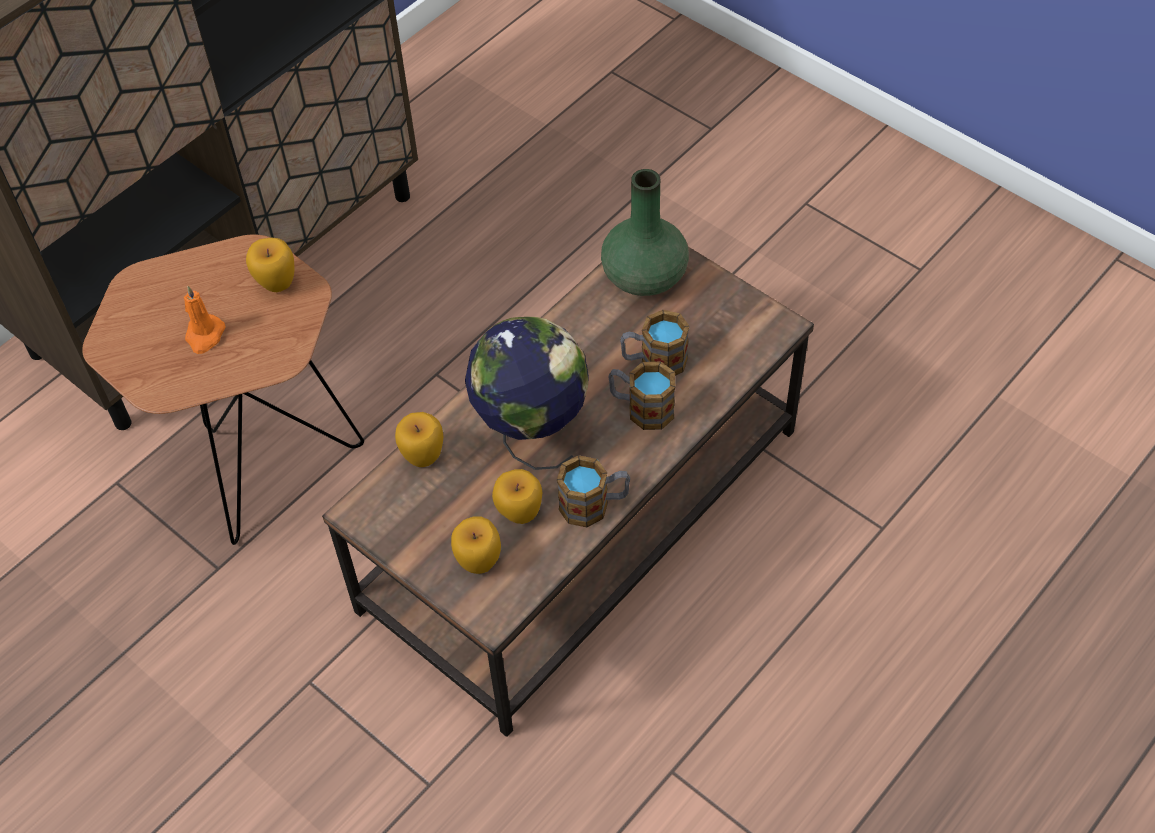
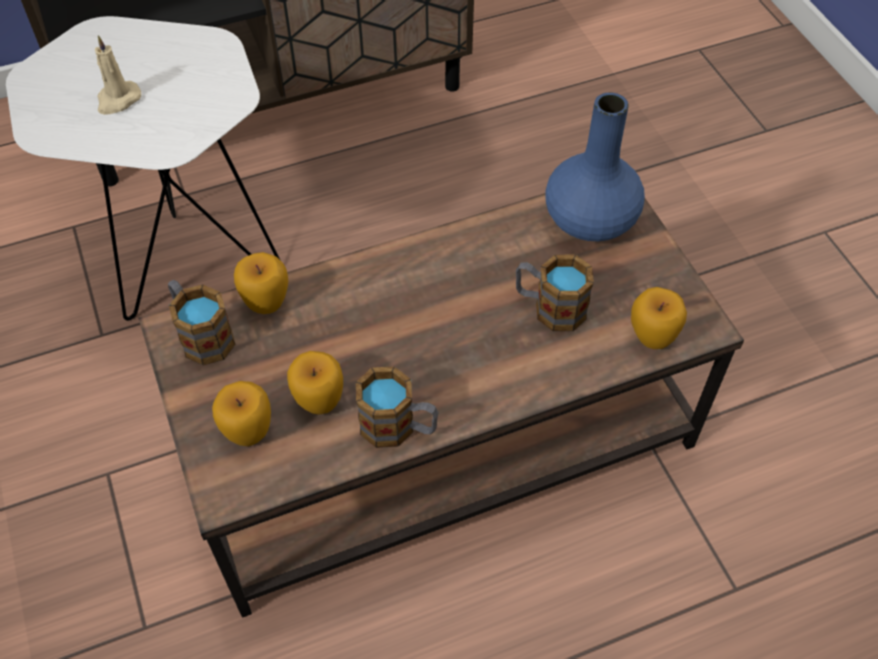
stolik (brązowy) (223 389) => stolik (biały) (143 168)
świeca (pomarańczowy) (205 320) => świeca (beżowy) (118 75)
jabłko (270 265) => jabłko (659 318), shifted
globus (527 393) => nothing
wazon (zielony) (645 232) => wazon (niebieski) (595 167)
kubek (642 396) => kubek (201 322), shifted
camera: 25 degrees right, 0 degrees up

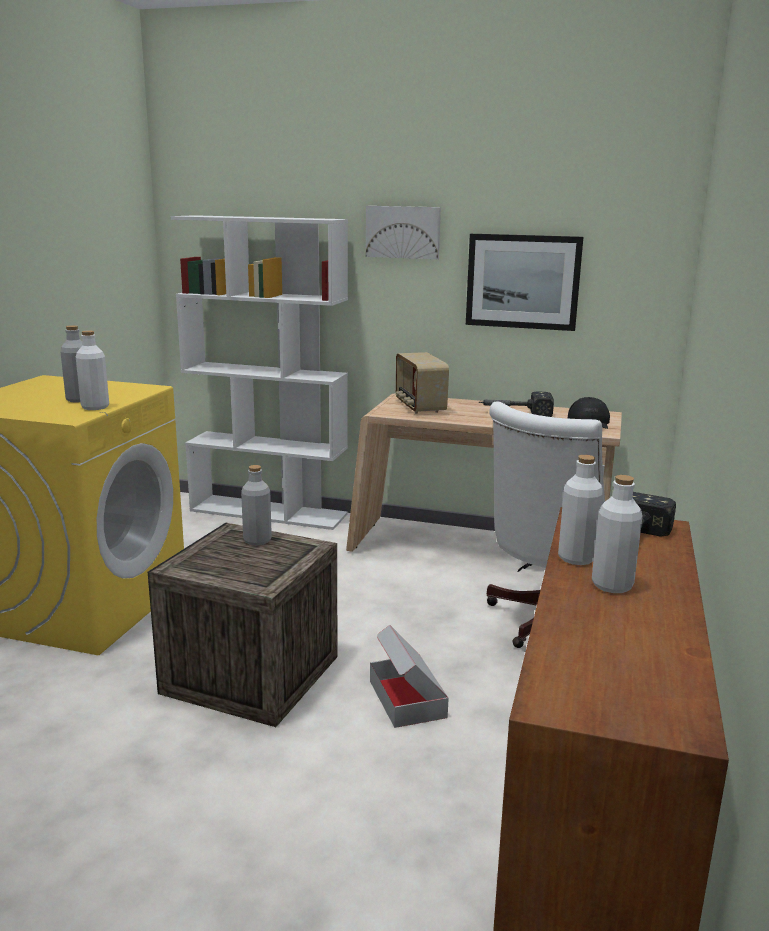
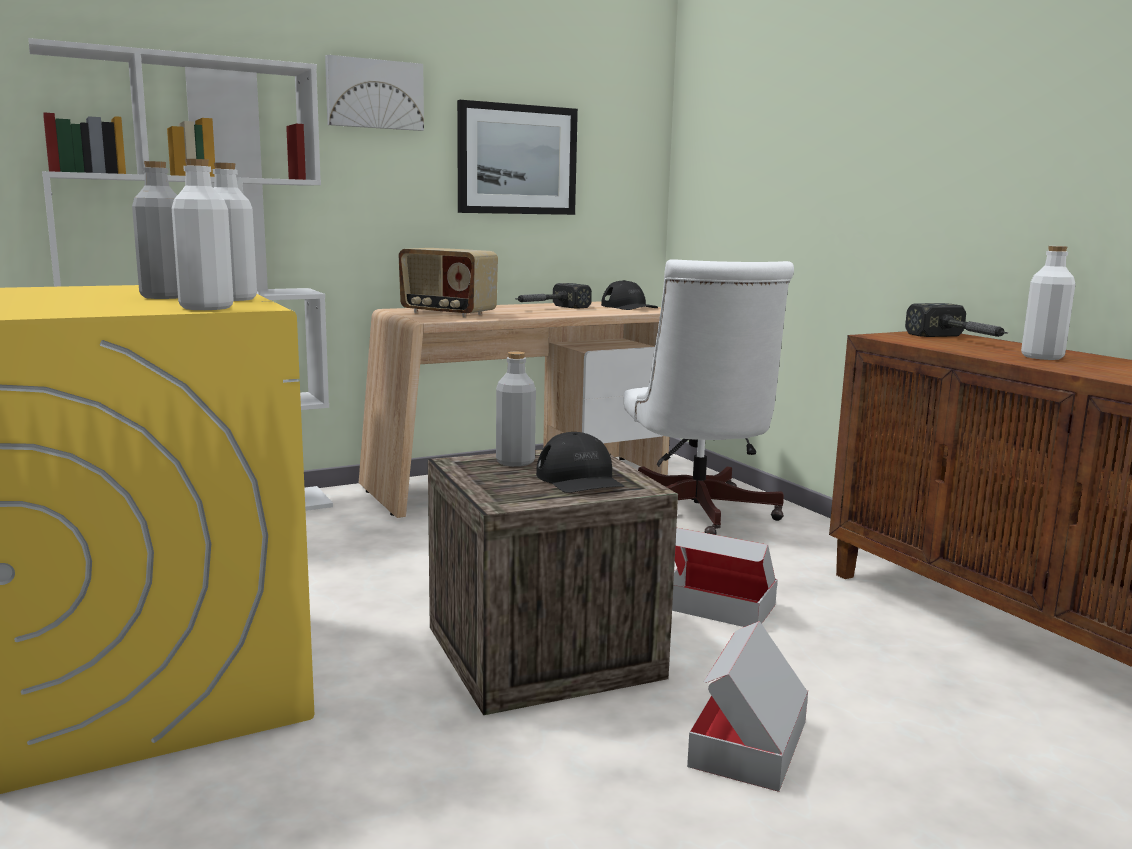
butelka (biały) (580 510) => butelka (biały) (203 234), shifted
nothing => czapka z daszkiem (czarny) (580 462)
nothing => karton (747 706)
camera: 45 degrees left, 5 degrees down

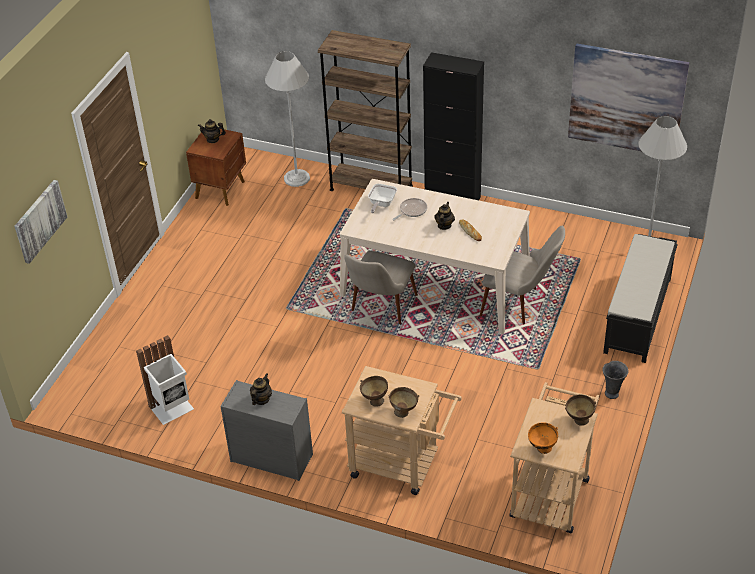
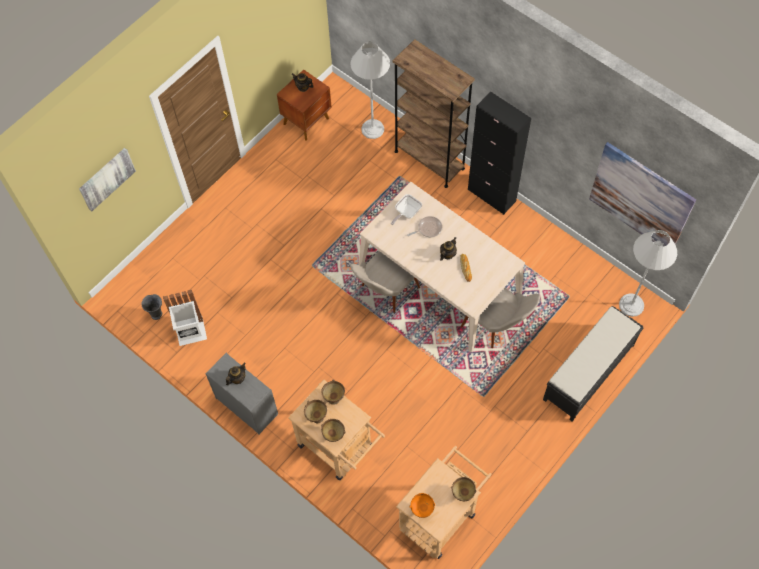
wazon (szary) (615 380) => wazon (szary) (151 307), shifted
nothing => miska (brązowy) (333 392)
camera: 20 degrees right, 20 degrees up

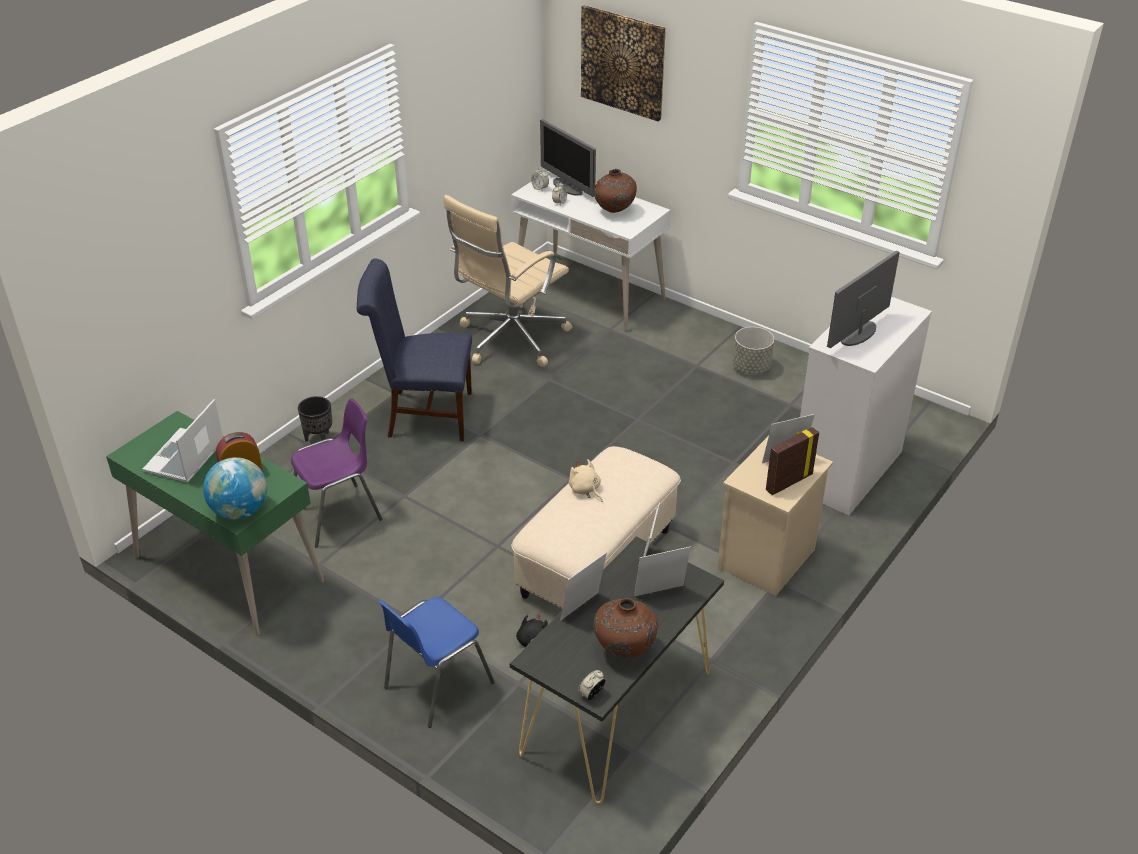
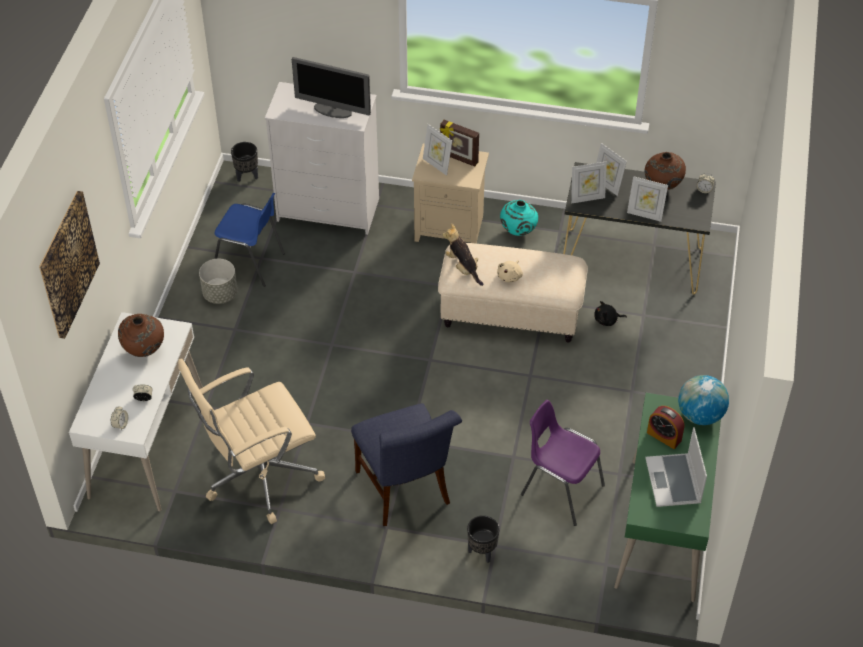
laptop (182 441) => laptop (676 467), 90 degrees clockwise
krzesło (niebieski) (436 662) => krzesło (niebieski) (249 240), shifted
krzesło biurowe (beżowy) (507 281) => krzesło biurowe (beżowy) (251 441), 135 degrees clockwise
monitor (568 158) => nothing
nothing => donica (czarny) (244 162)
nothing => pluszak (463 254)
nothing => wazon (turkusowy) (519 218)
camera: 115 degrees left, 10 degrees up

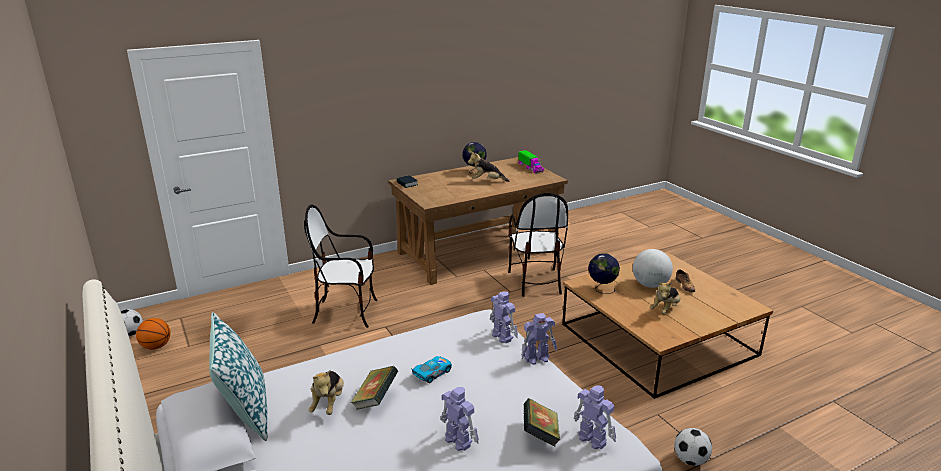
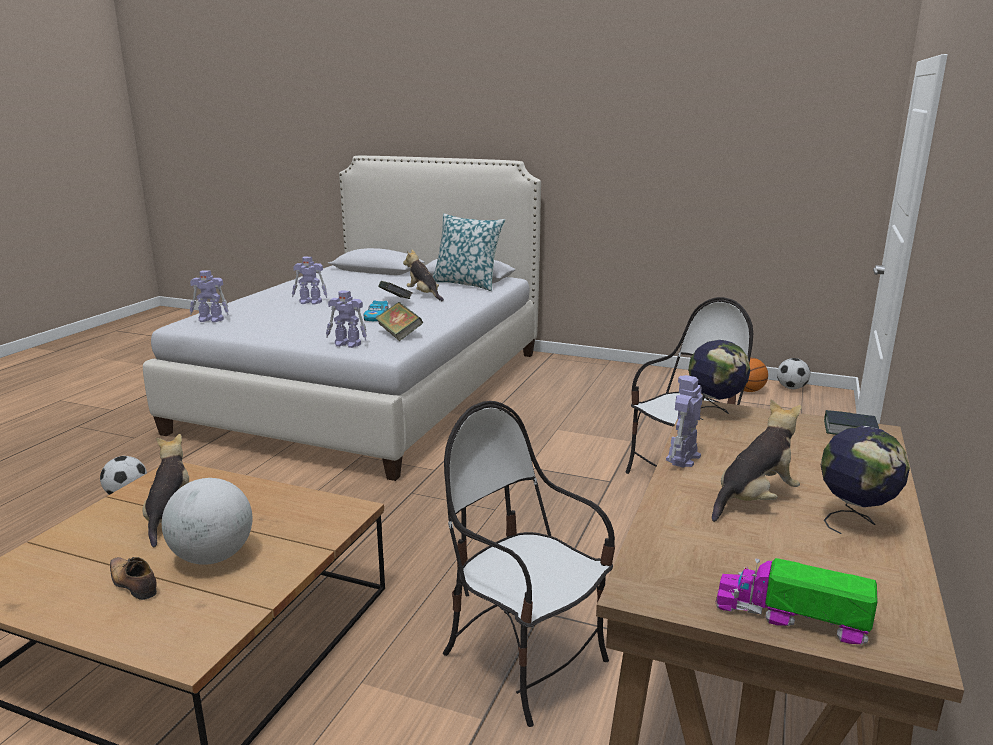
robot zabawkowy (539 339) => robot zabawkowy (684 421), shifted
książka (542 422) => książka (399 321), shifted
globus (604 273) => globus (719 380), shifted
camera: 140 degrees right, 5 degrees down

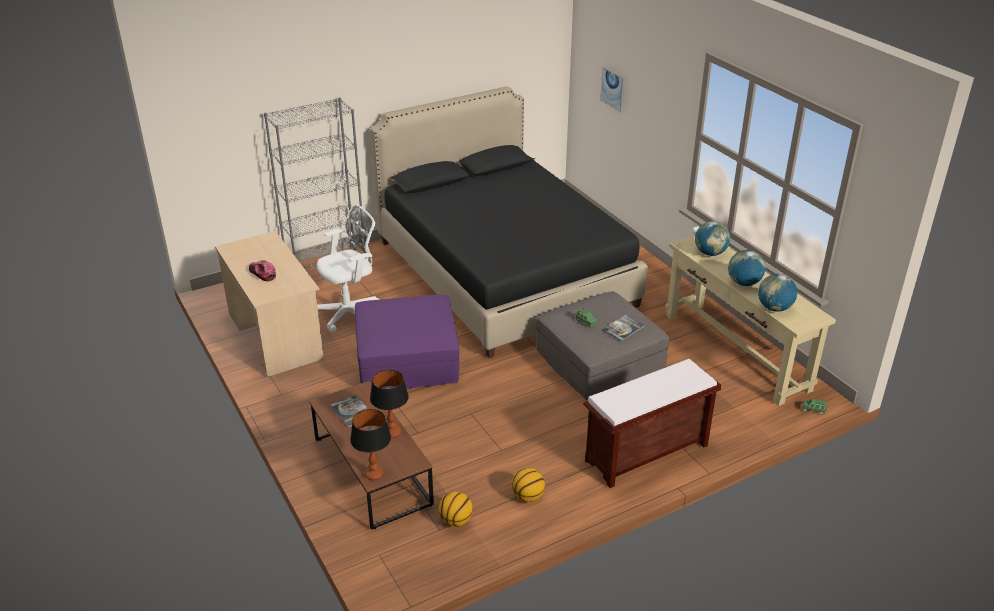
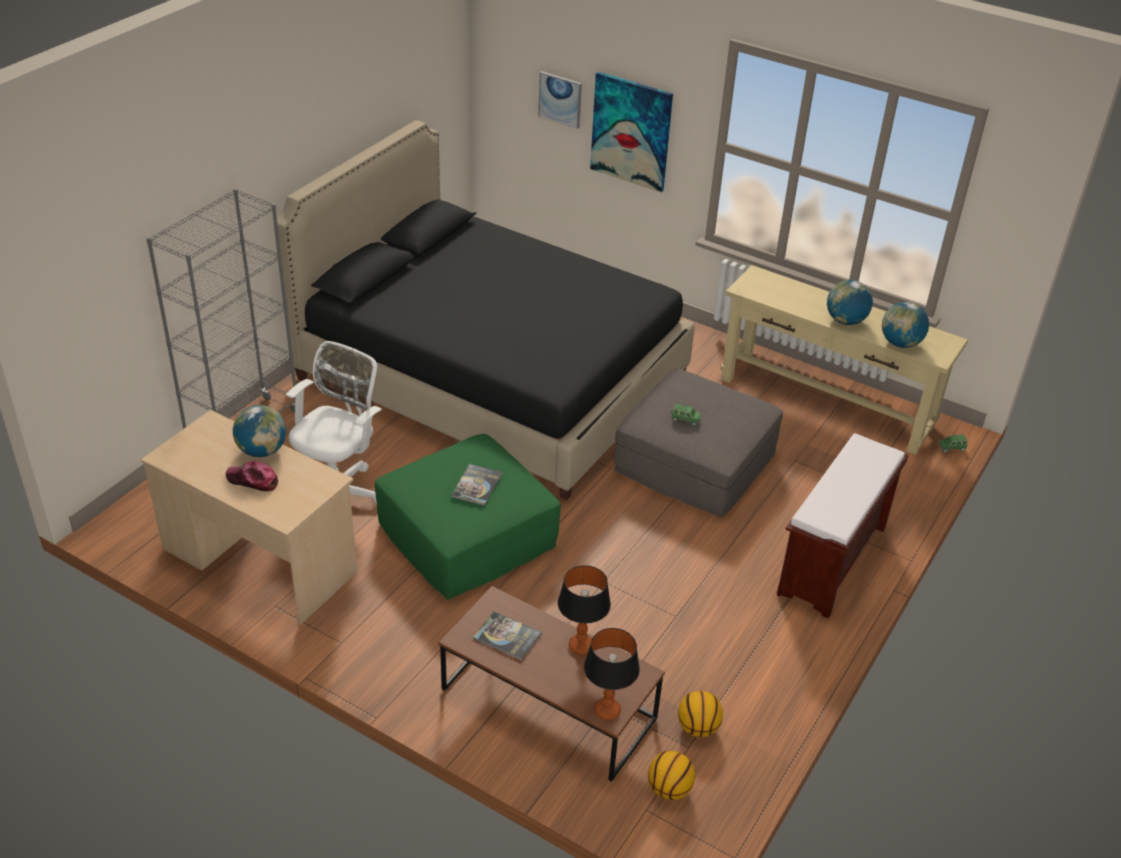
pufa (fioletowy) (407 342) => pufa (zielony) (468 517)
piłka do koszykówki (528 485) => piłka do koszykówki (671 775), shifted
książka (623 328) => książka (476 485), shifted
globus (712 238) => globus (259 431), shifted
nothing => obraz (631 132)
camera: 30 degrees left, 5 degrees up

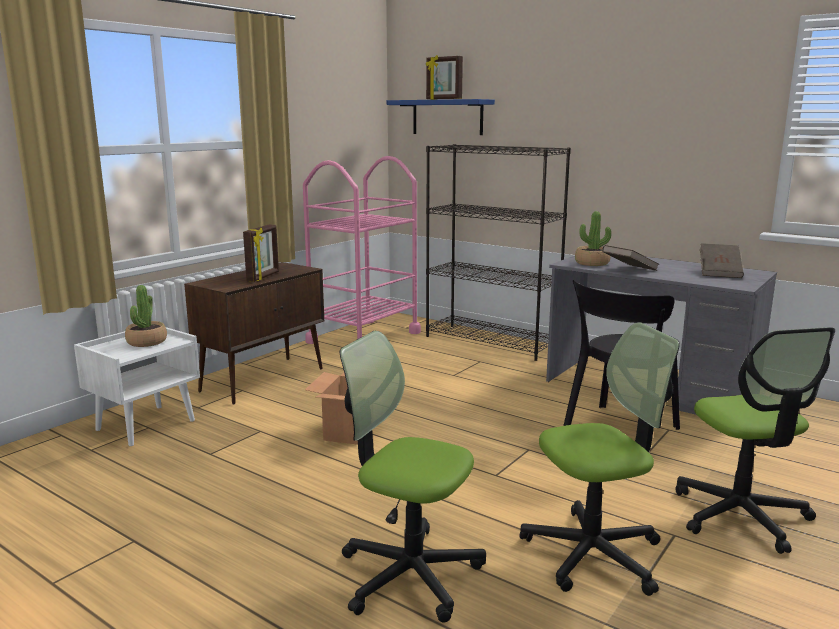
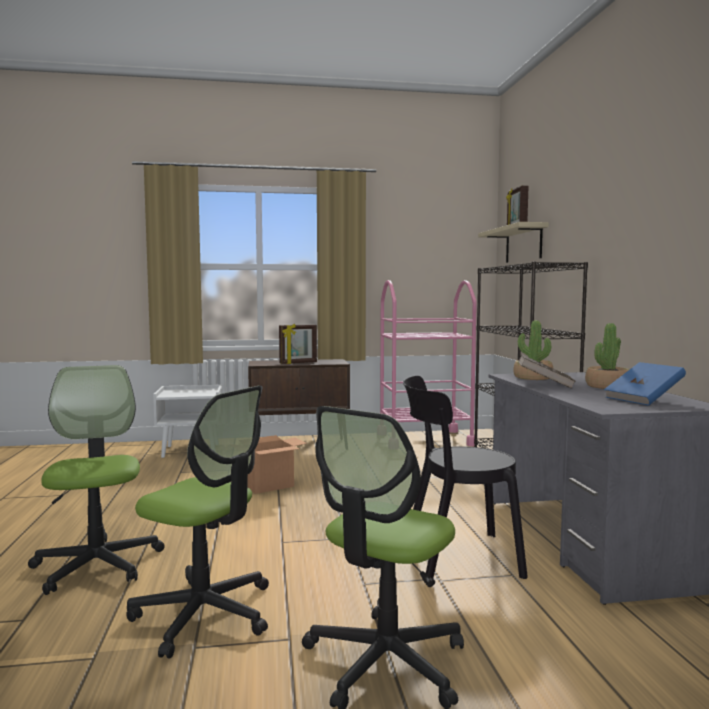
roślina doniczkowa (146 316) => roślina doniczkowa (607 356), shifted
półka (niebieski) (441 117) => półka (beżowy) (513 242)
książka (brązowy) (722 260) => książka (niebieski) (645 384)
camera: 45 degrees right, 10 degrees down

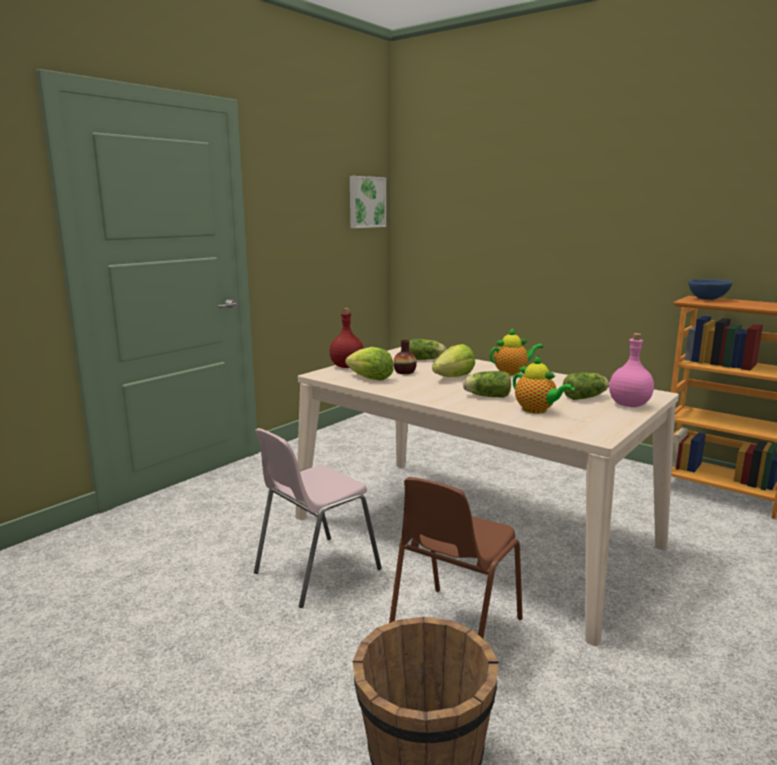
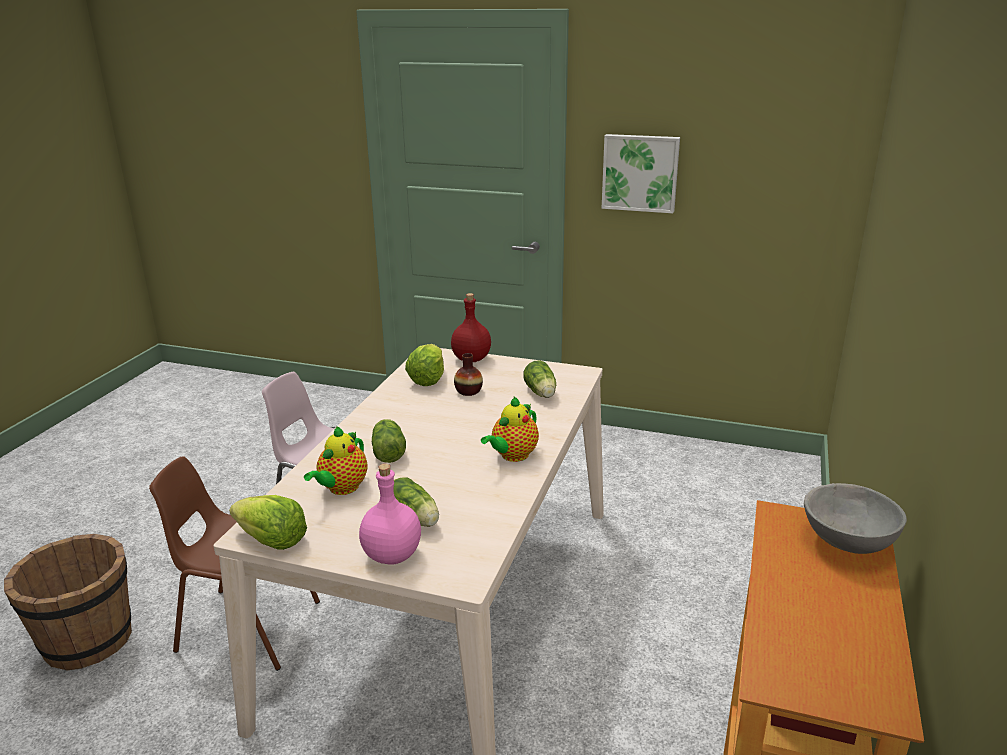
obraz (368 202) => obraz (641 173), shifted
sałata (453 360) => sałata (268 522), shifted
imbryk (516 352) => imbryk (510 429), 75 degrees clockwise
miska (niebieski) (710 289) => miska (szary) (855 518)
camera: 70 degrees right, 10 degrees up

